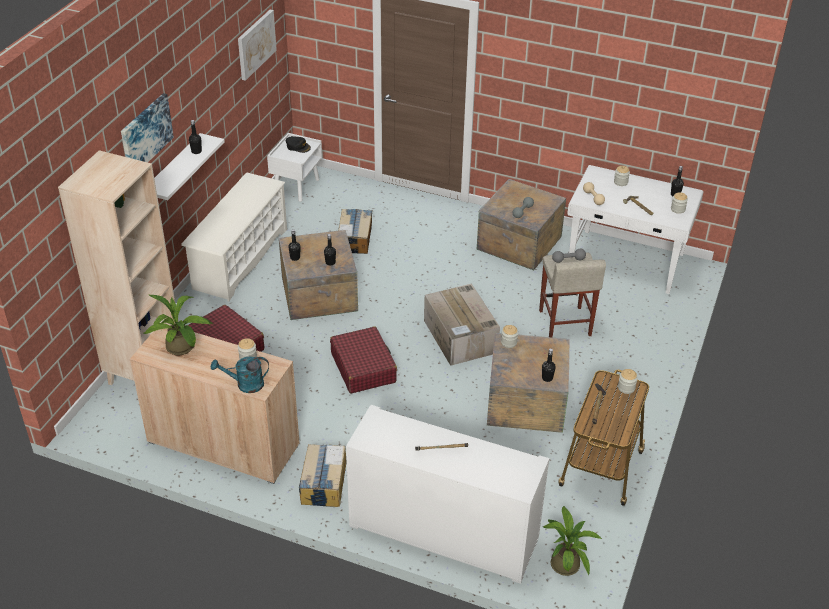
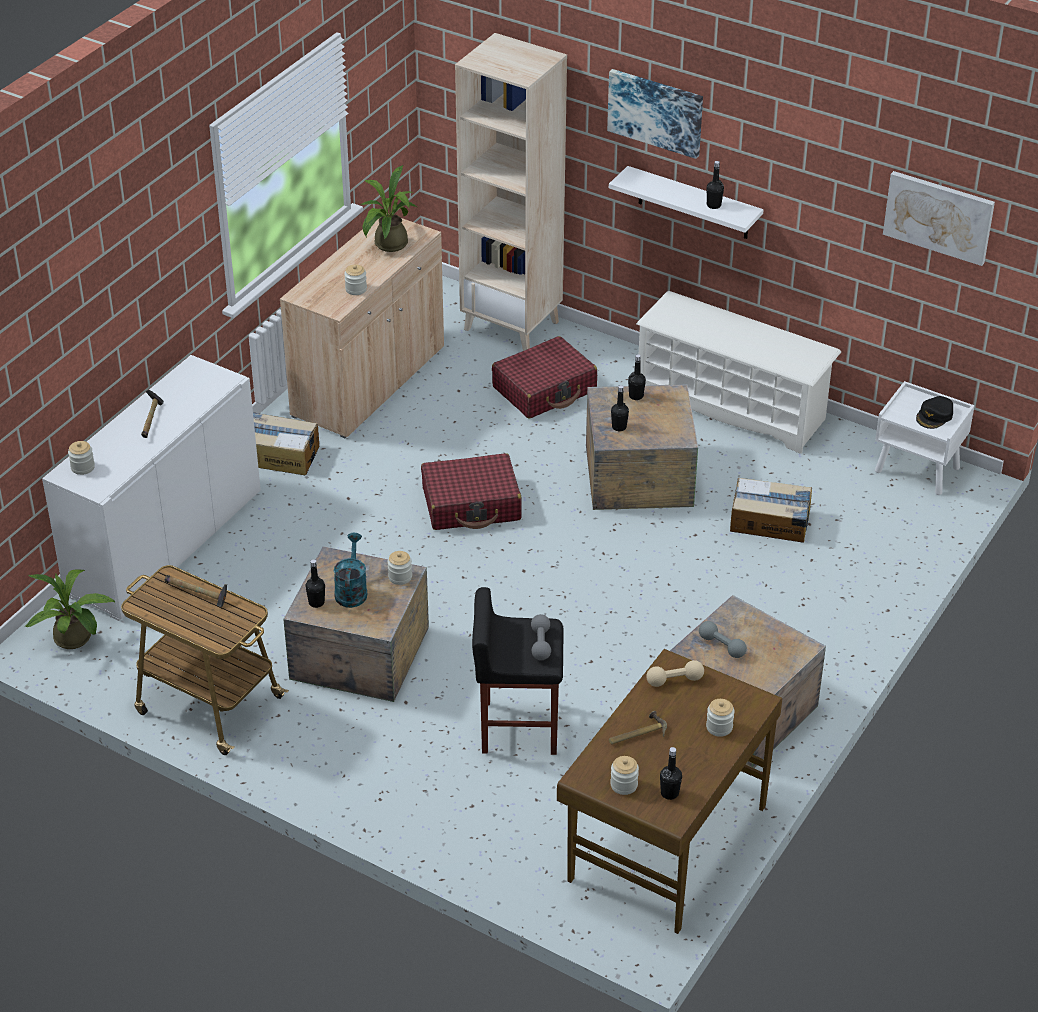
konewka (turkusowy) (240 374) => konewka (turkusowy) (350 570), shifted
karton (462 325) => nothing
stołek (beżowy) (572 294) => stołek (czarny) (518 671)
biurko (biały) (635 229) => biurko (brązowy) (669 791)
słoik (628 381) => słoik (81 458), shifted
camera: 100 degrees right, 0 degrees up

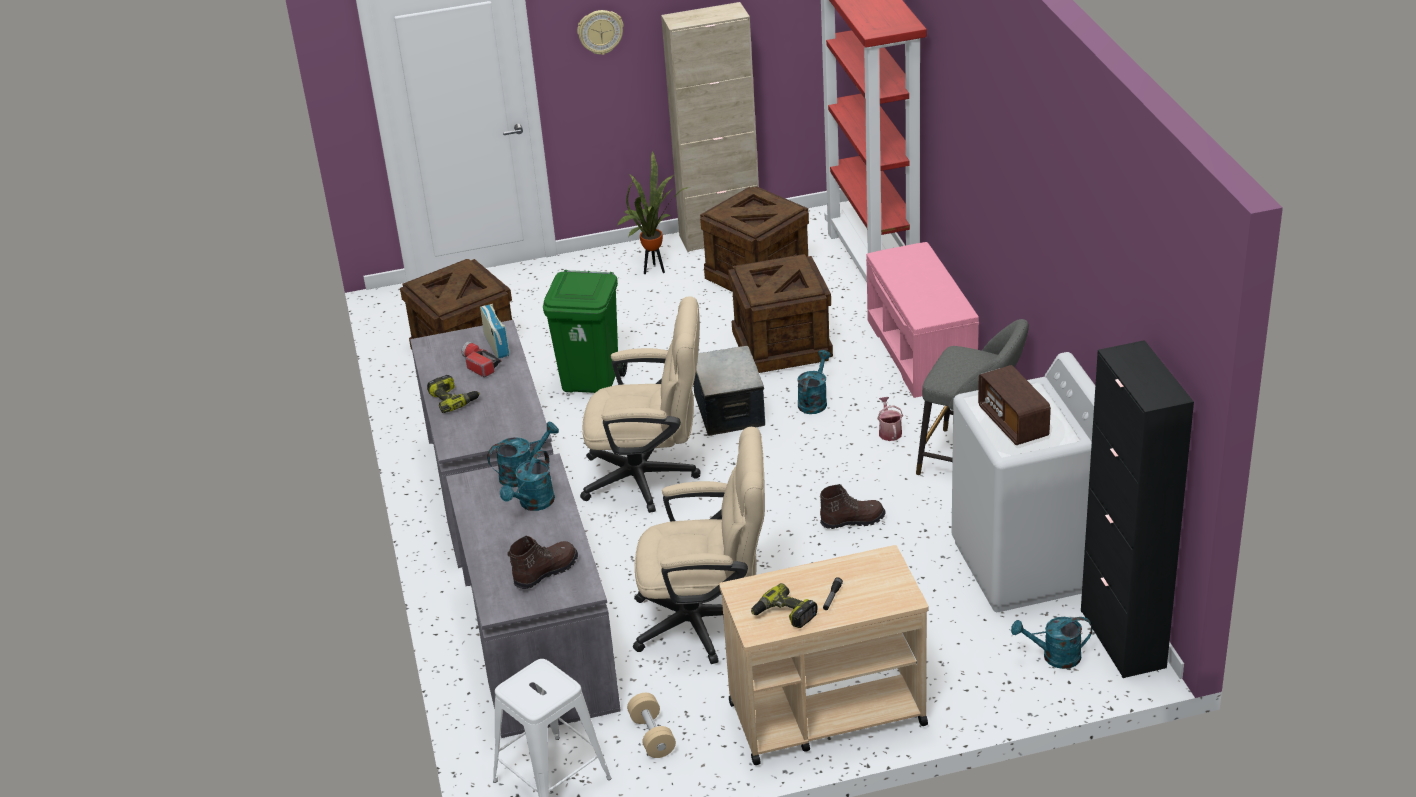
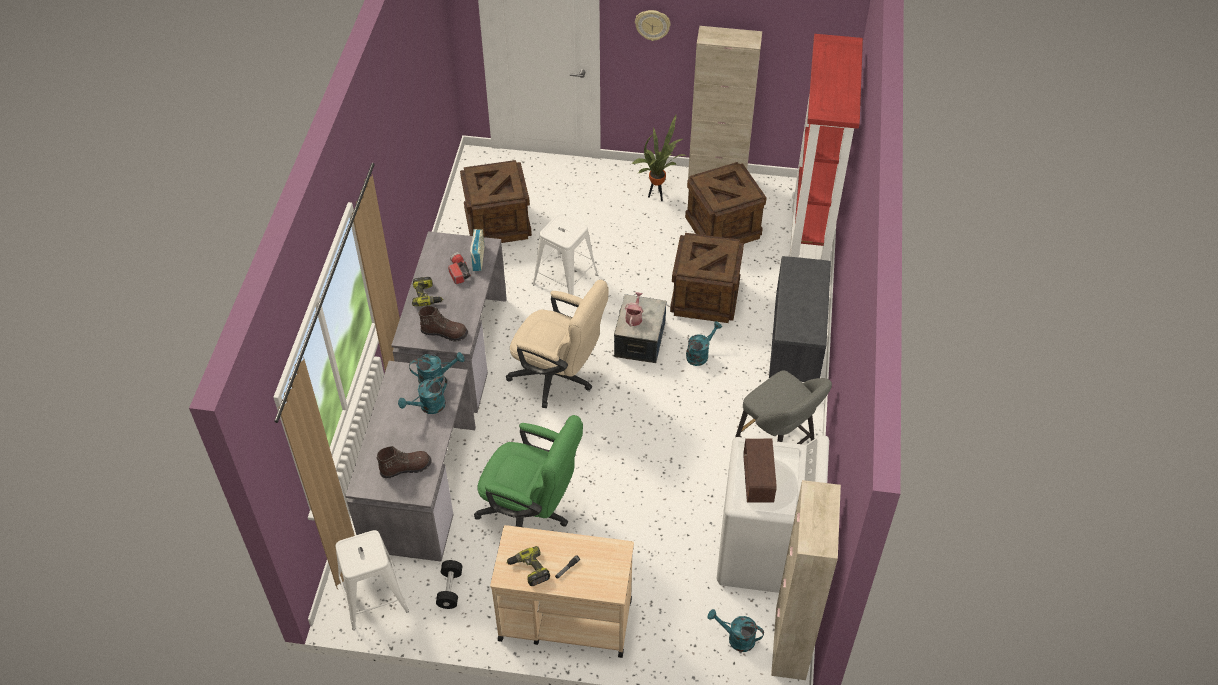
kosz na śmieci (zielony) (585 331) => stołek (biały) (565 254)
hantel (beżowy) (651 725) => hantel (czarny) (449 584)
krzesło biurowe (beżowy) (699 545) => krzesło biurowe (zielony) (528 471)
but z cholewką (brązowy) (852 506) => but z cholewką (brązowy) (443 323), shifted
ławka (różowy) (922 320) => ławka (szary) (800 319)
konewka (890 419) => konewka (634 309), shifted
szafka (czarny) (1137 509) => szafka (beżowy) (806 580)
camera: 20 degrees right, 15 degrees up

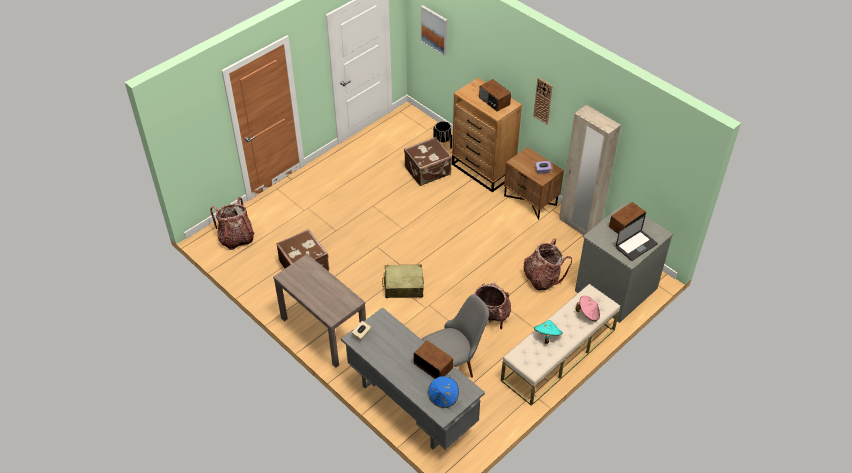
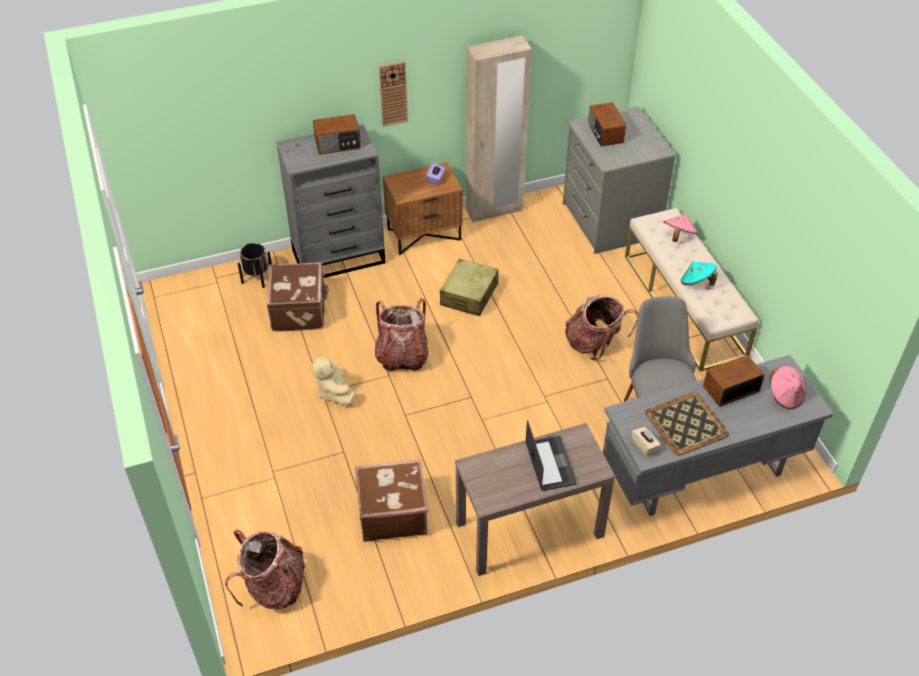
walizka (beżowy) (403 281) => walizka (beżowy) (469 287), shifted
obraz (434 30) => nothing
kapelusz (niebieski) (443 391) => kapelusz (różowy) (788 387)
komoda (brązowy) (487 135) => komoda (szary) (330 201)
plecak (547 264) => plecak (401 335), shifted
laptop (637 238) => laptop (551 455), shifted
nothing => pluszak (beżowy) (333 379)
nothing => taca (687 424)
camera: 65 degrees left, 0 degrees up

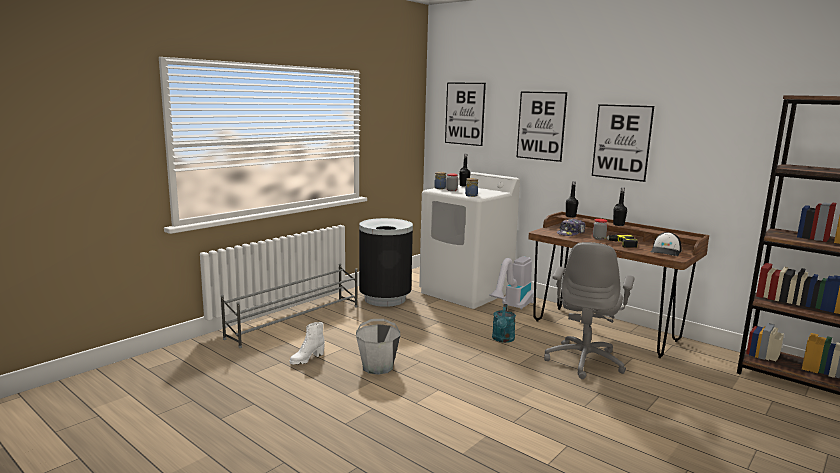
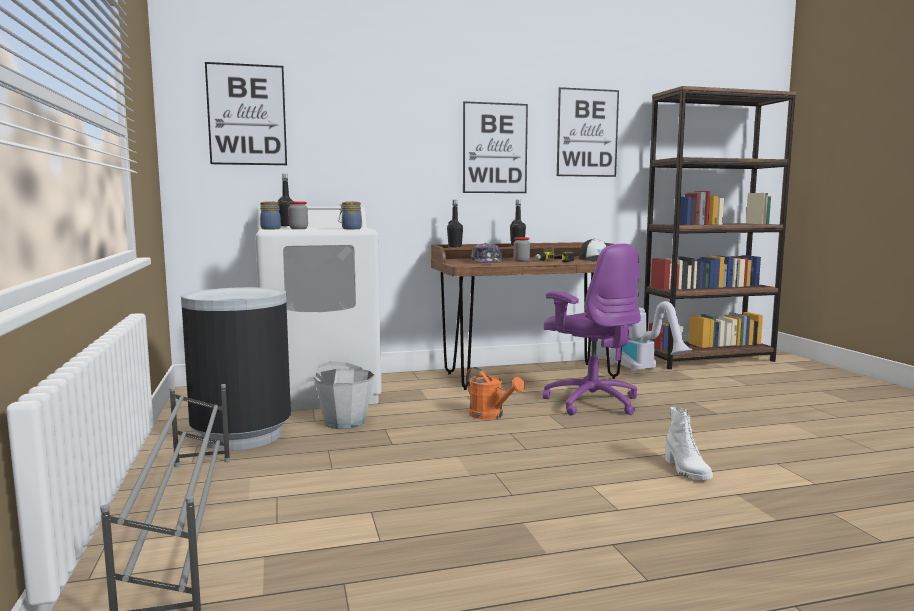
but z cholewką (biały) (307 343) => but z cholewką (biały) (689 443), shifted
wiadro (szary) (378 347) => wiadro (szary) (343 395), shifted
odkurzacz (512 283) => odkurzacz (650 336), shifted
konewka (turkusowy) (504 323) => konewka (pomarańczowy) (495 393)
obraz (542 126) => obraz (588 132), shifted
krzesło biurowe (szary) (589 310) => krzesło biurowe (fioletowy) (591 329)
camera: 55 degrees left, 5 degrees down

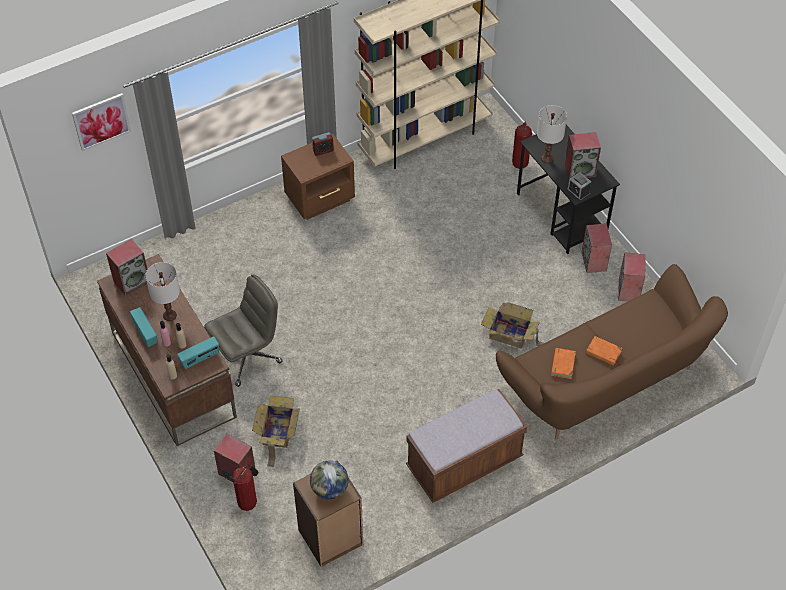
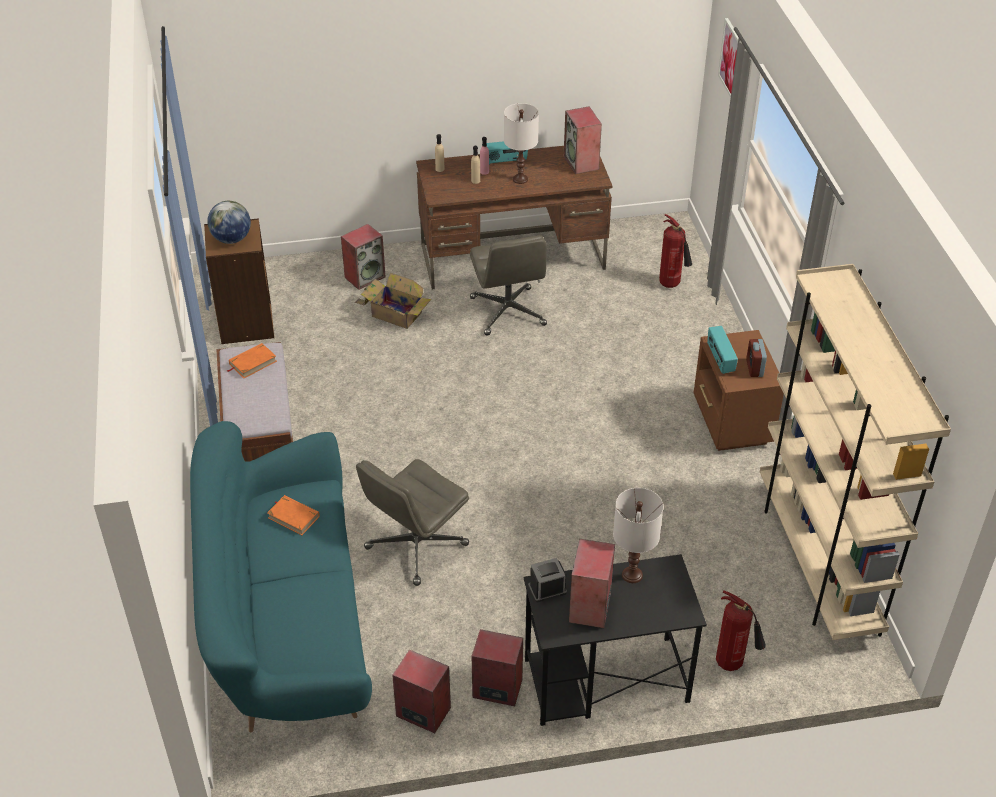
radio (198 352) => radio (722 350), shifted
gaśnica (245 487) => gaśnica (675 251), shifted
karton (512 326) => krzesło biurowe (szary) (412 522)
kanapa (brązowy) (612 352) => kanapa (turkusowy) (281 577)
książka (pomarańczowy) (604 351) => książka (pomarańczowy) (252 360), shifted
camera: 110 degrees right, 10 degrees down

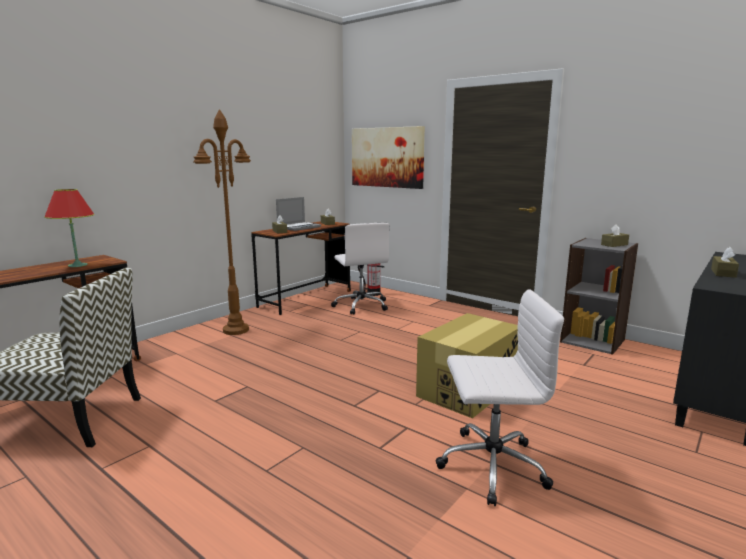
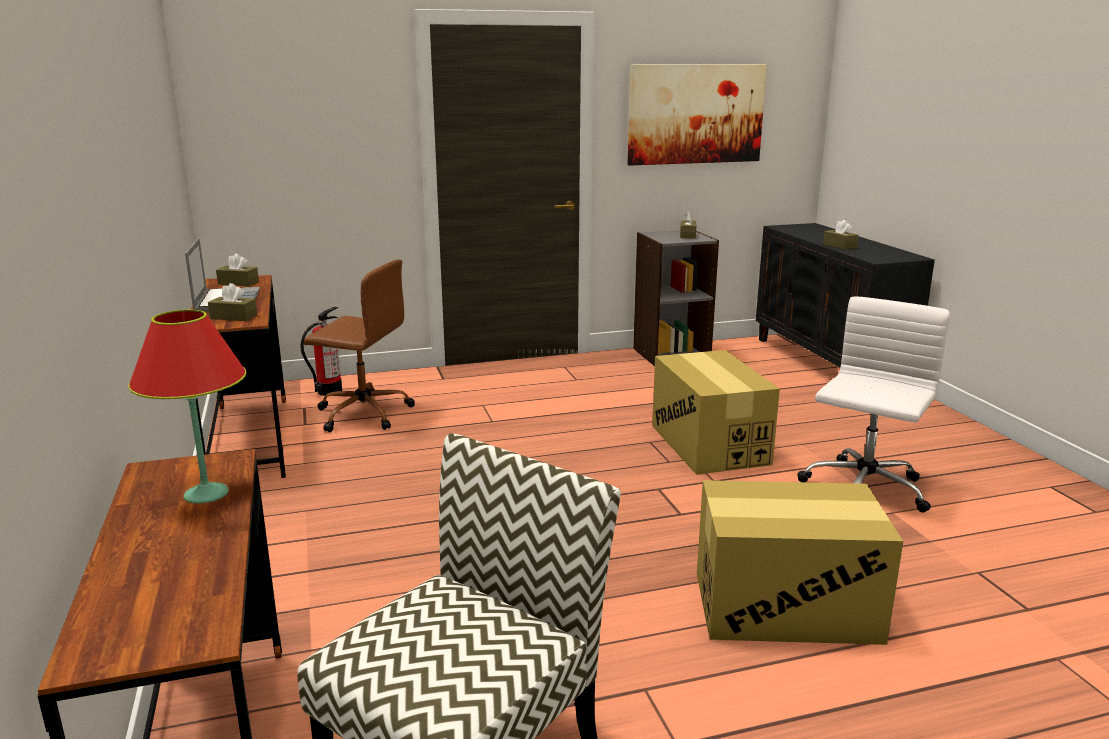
lampa stojąca (brązowy) (222 222) => nothing
krzesło biurowe (biały) (360 269) => krzesło biurowe (brązowy) (359 345)
obraz (388 157) => obraz (697 115), shifted
nothing => karton (800 562)
camera: 55 degrees left, 5 degrees up

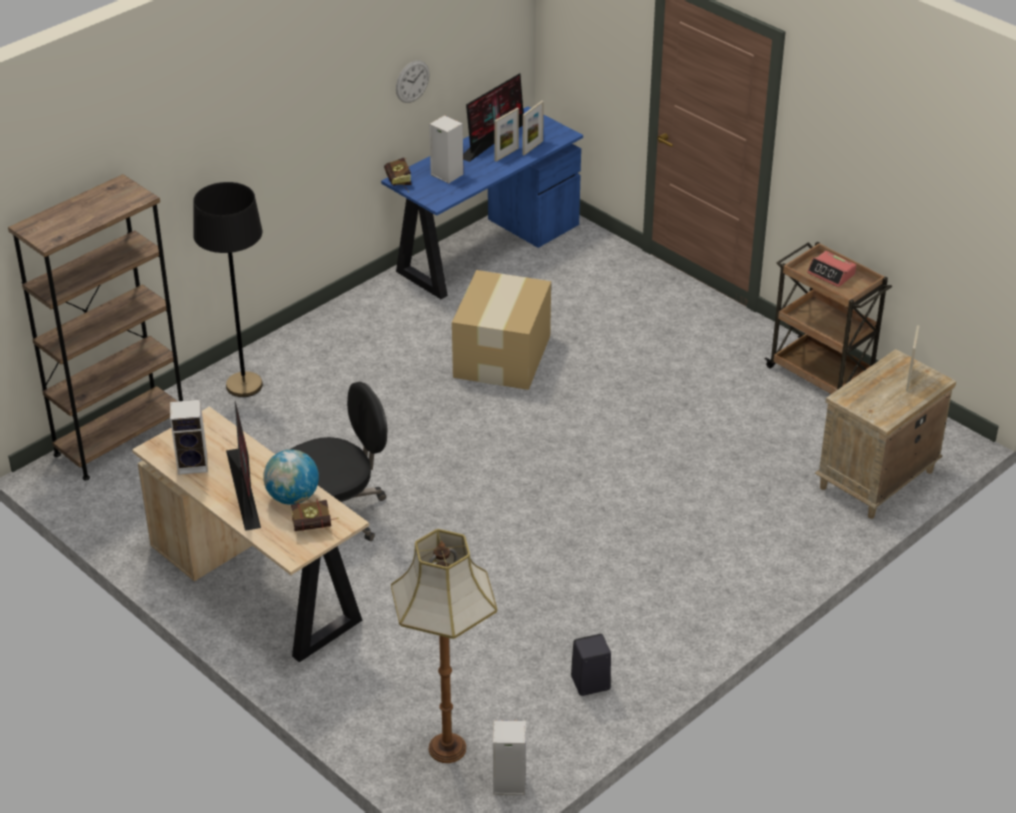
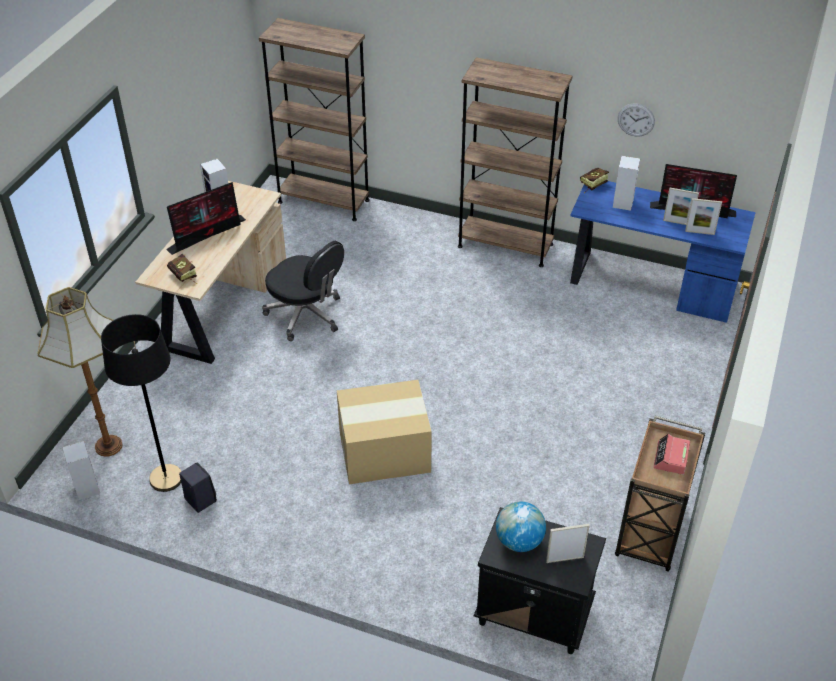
lampa stojąca (czarny) (228 289) => lampa stojąca (czarny) (141 403), shifted
globus (291 477) => globus (521 527), shifted
karton (501 330) => karton (384 432), shifted
szafka nocna (beżowy) (885 434) => szafka nocna (czarny) (540 580)
nothing => regał (brązowy) (515 162)
camera: 65 degrees right, 5 degrees up

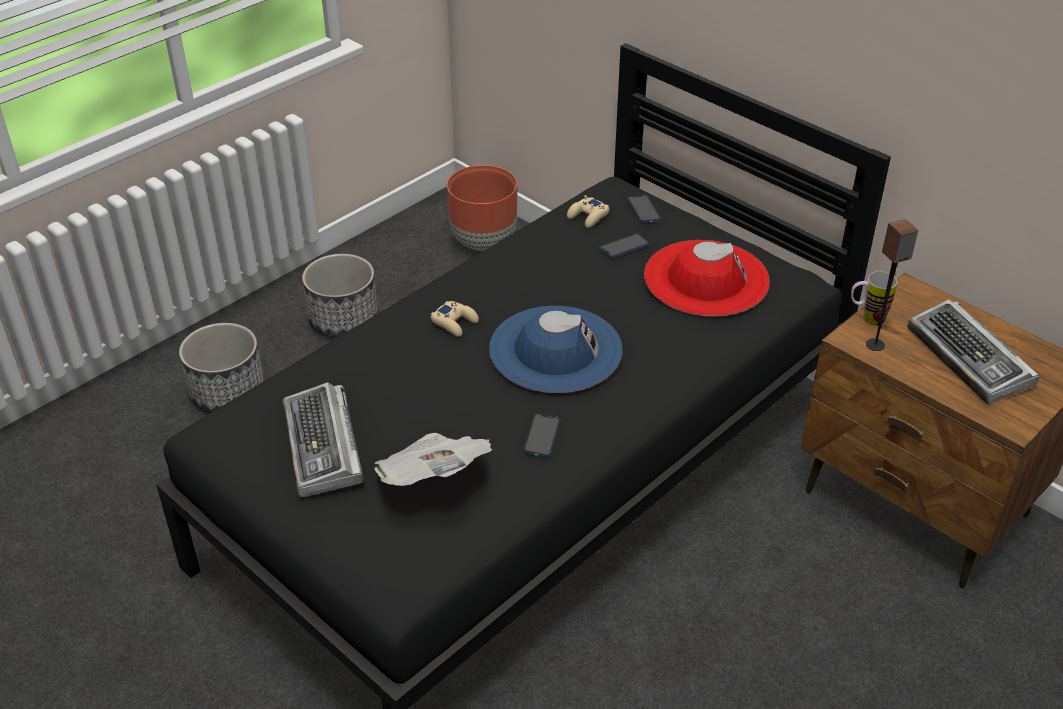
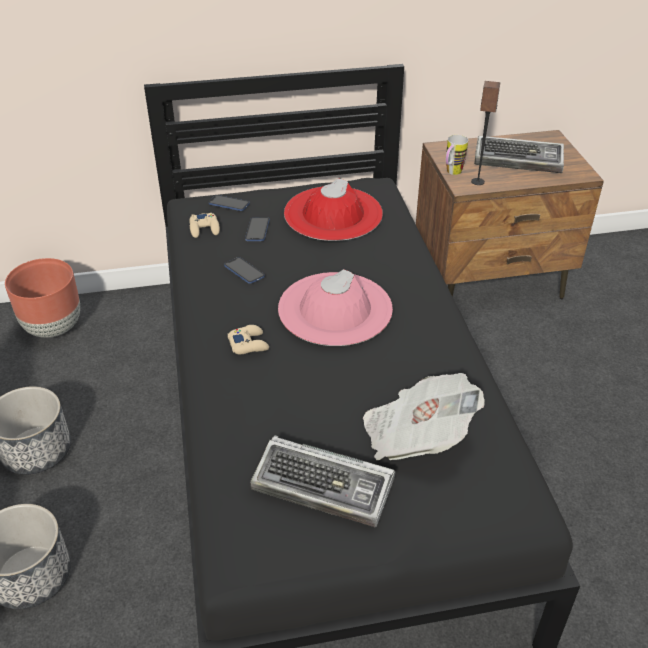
kapelusz (niebieski) (556 349) => kapelusz (różowy) (335 307)
telefon (541 435) => telefon (244 270), shifted
camera: 55 degrees left, 0 degrees up

